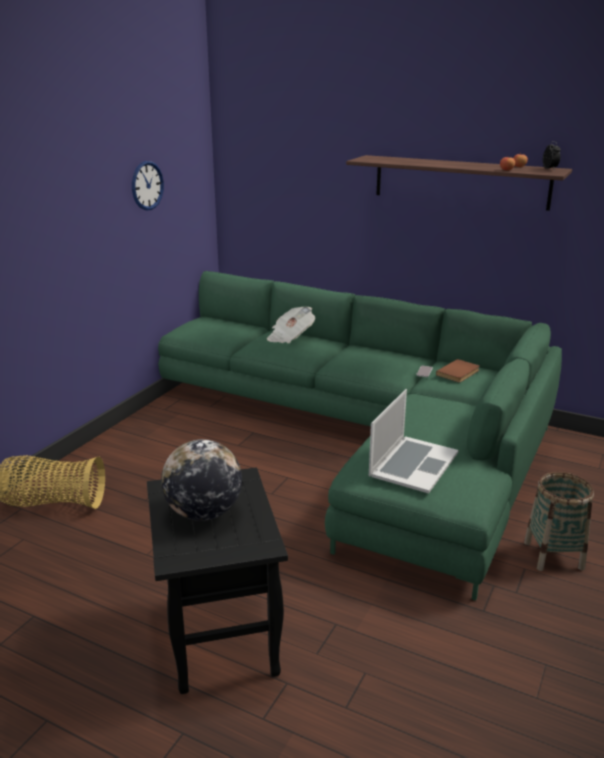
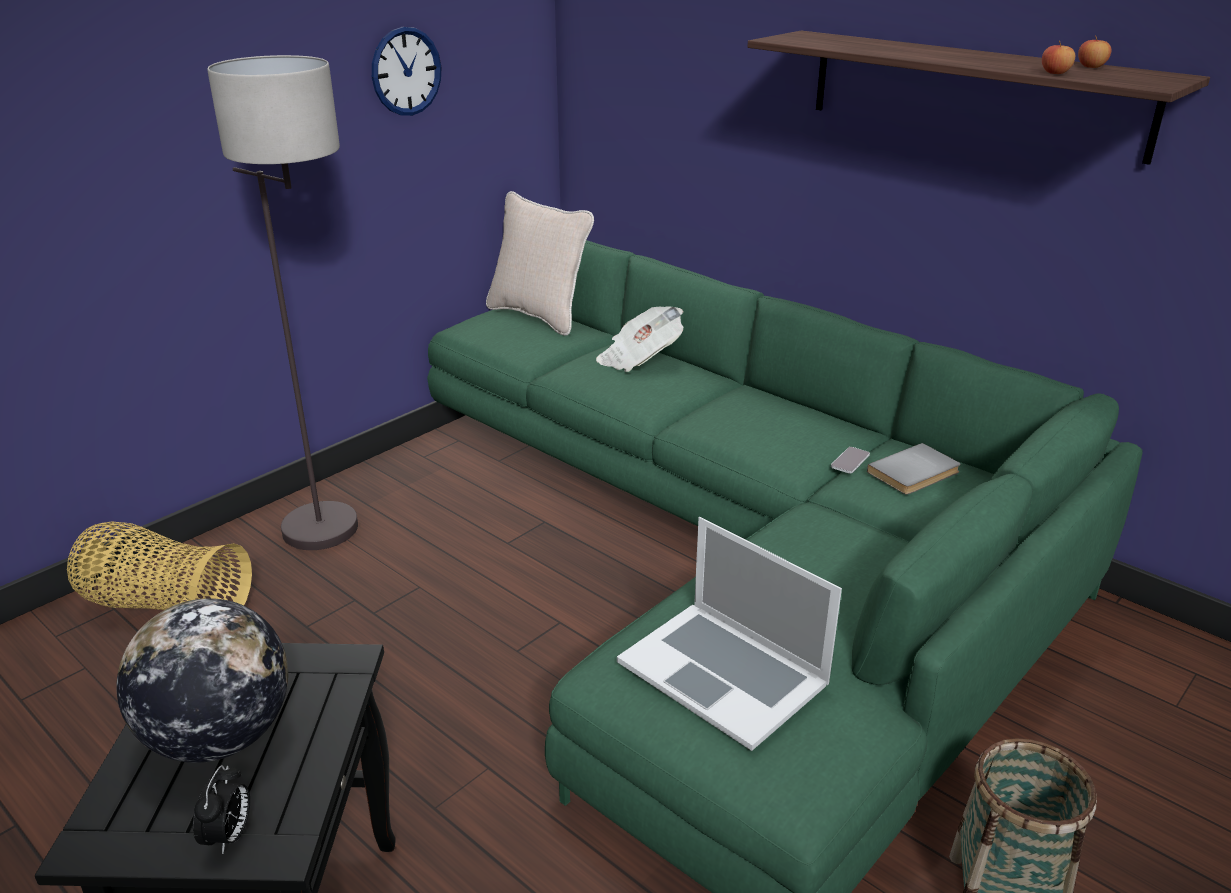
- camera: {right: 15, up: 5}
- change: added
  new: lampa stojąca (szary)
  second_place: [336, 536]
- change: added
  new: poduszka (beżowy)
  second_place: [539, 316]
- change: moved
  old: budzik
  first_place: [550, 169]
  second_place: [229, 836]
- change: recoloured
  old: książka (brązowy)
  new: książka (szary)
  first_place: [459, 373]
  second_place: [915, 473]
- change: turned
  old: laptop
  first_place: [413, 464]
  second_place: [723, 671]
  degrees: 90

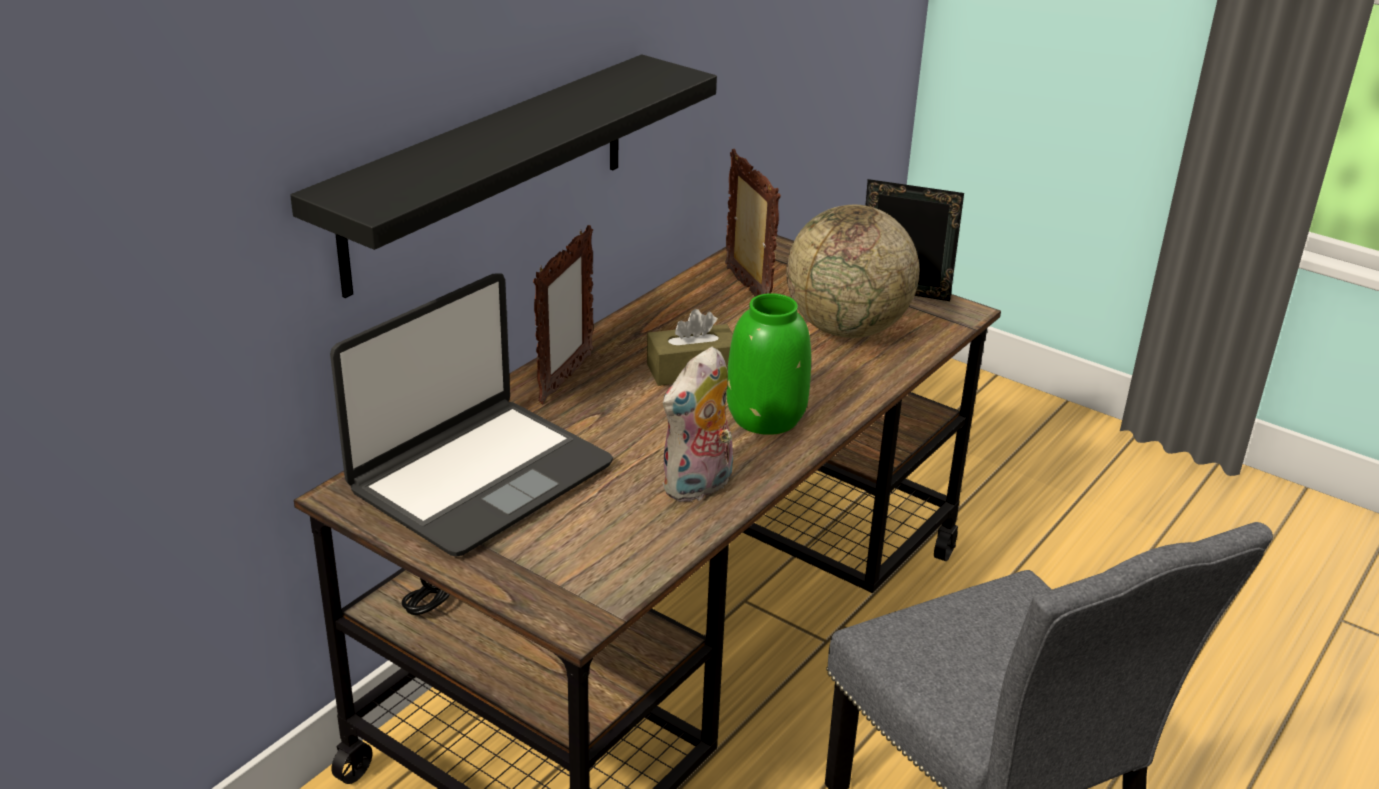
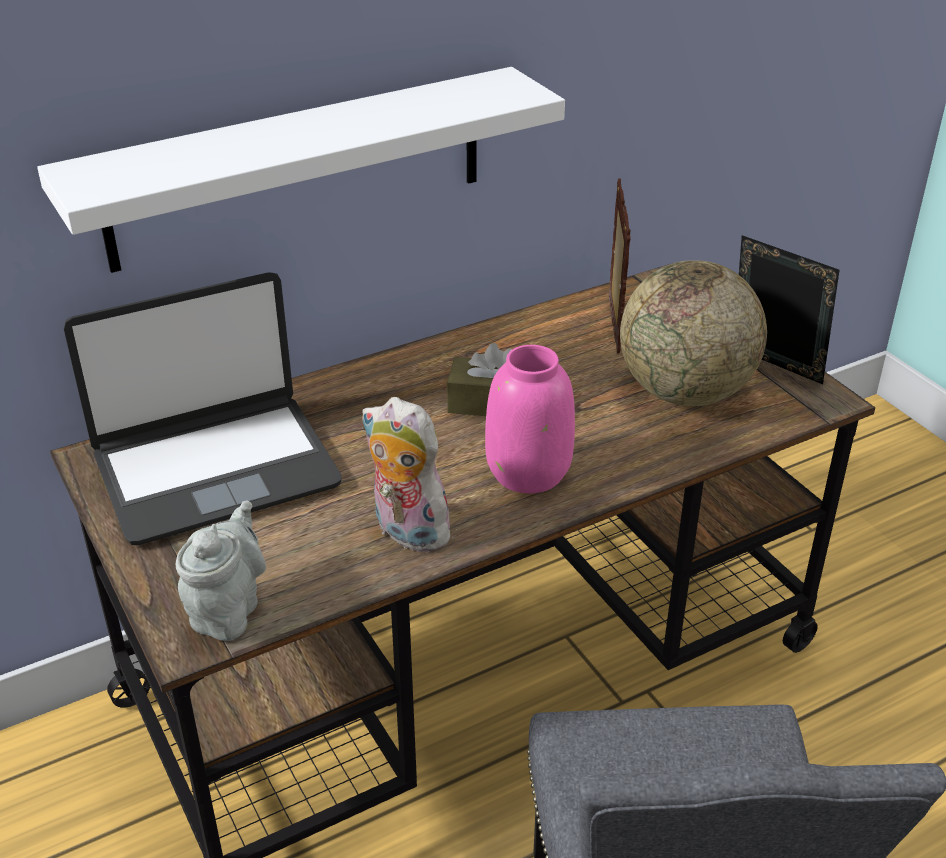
- camera: {right: 25, up: 5}
- change: removed
  old: ramka na zdjęcie
  first_place: [565, 379]
- change: added
  new: imbryk (szary)
  second_place: [228, 609]
- change: recoloured
  old: półka (czarny)
  new: półka (biały)
  first_place: [489, 171]
  second_place: [298, 168]
- change: recoloured
  old: wazon (zielony)
  new: wazon (różowy)
  first_place: [767, 417]
  second_place: [529, 472]
- change: turned
  old: pluszak
  first_place: [698, 487]
  second_place: [406, 532]
  degrees: 60

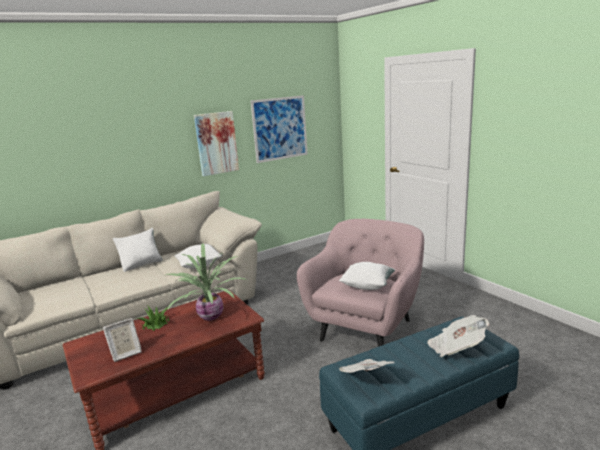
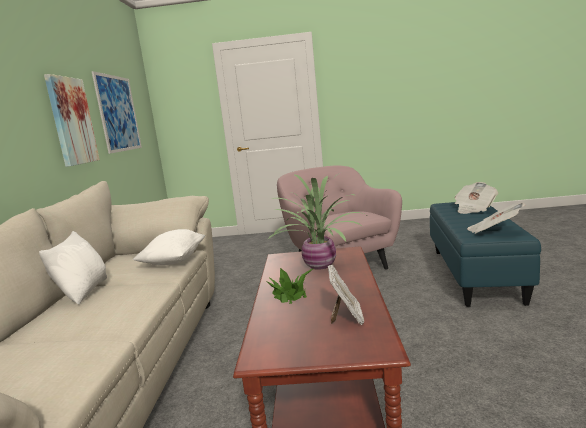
- camera: {right: -55, up: -5}
- change: removed
  old: poduszka (biały)
  first_place: [367, 286]

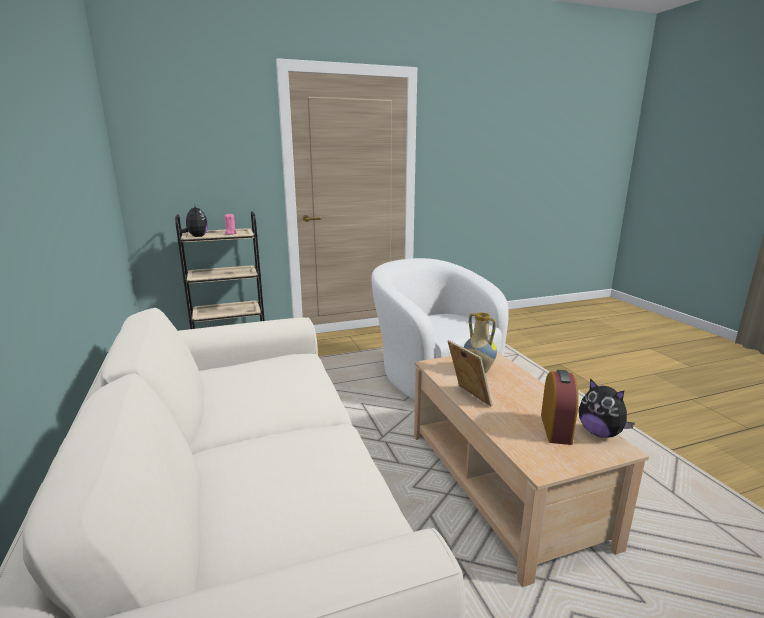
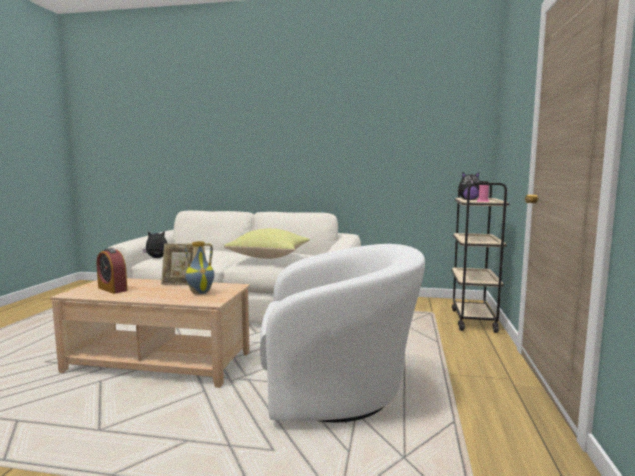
- camera: {right: 120, up: -10}
- change: added
  new: poduszka (żółty)
  second_place: [270, 257]
- change: moved
  old: pluszak
  first_place: [600, 433]
  second_place: [157, 258]

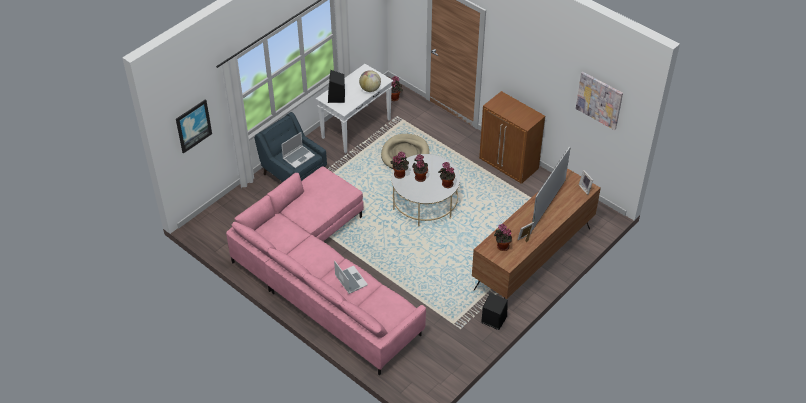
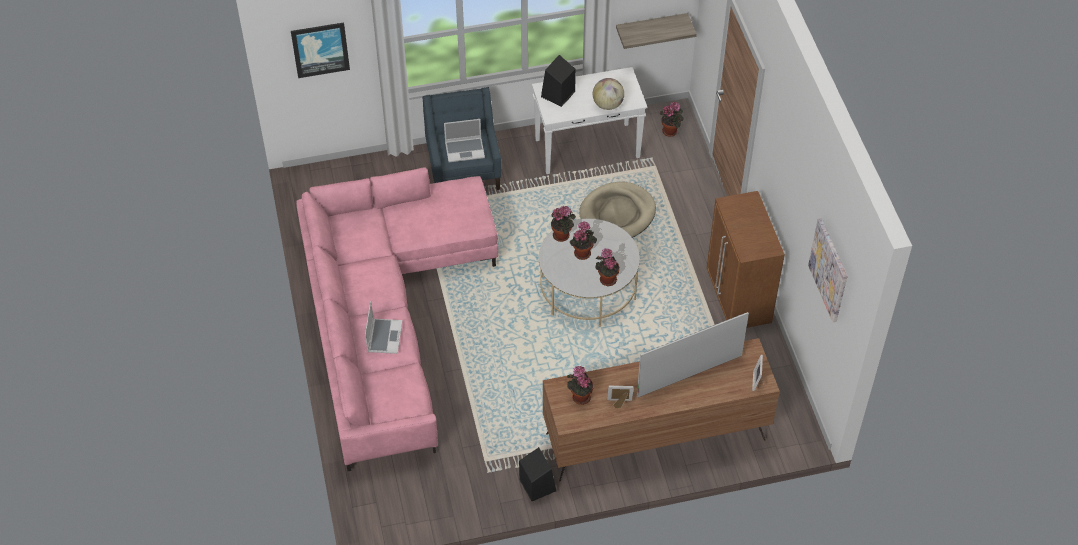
- camera: {right: 35, up: 5}
- change: added
  new: półka
  second_place: [651, 27]

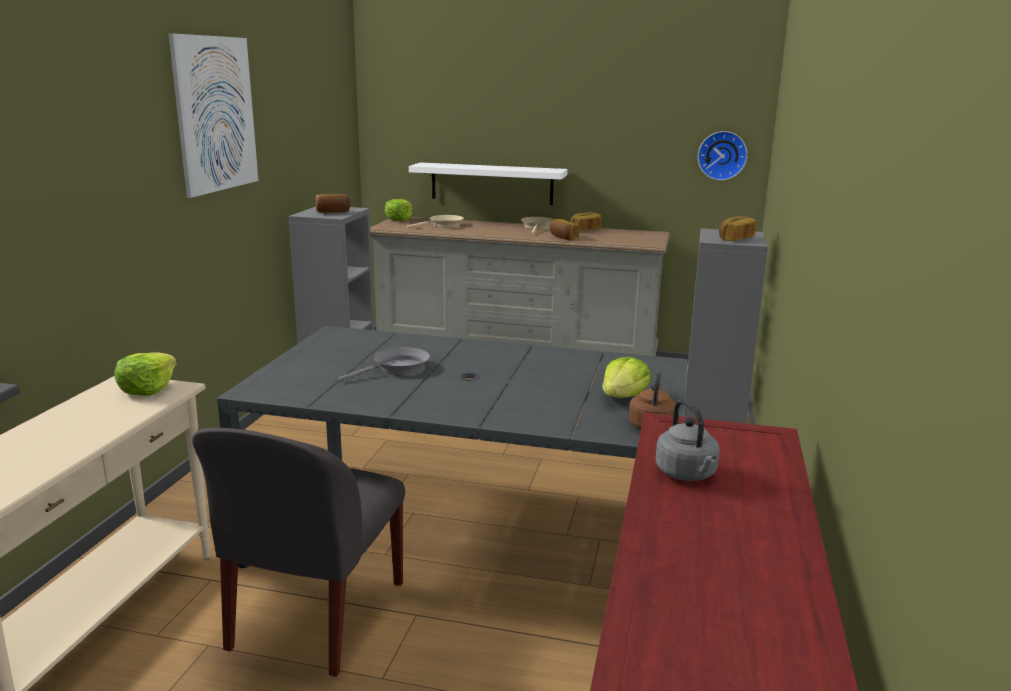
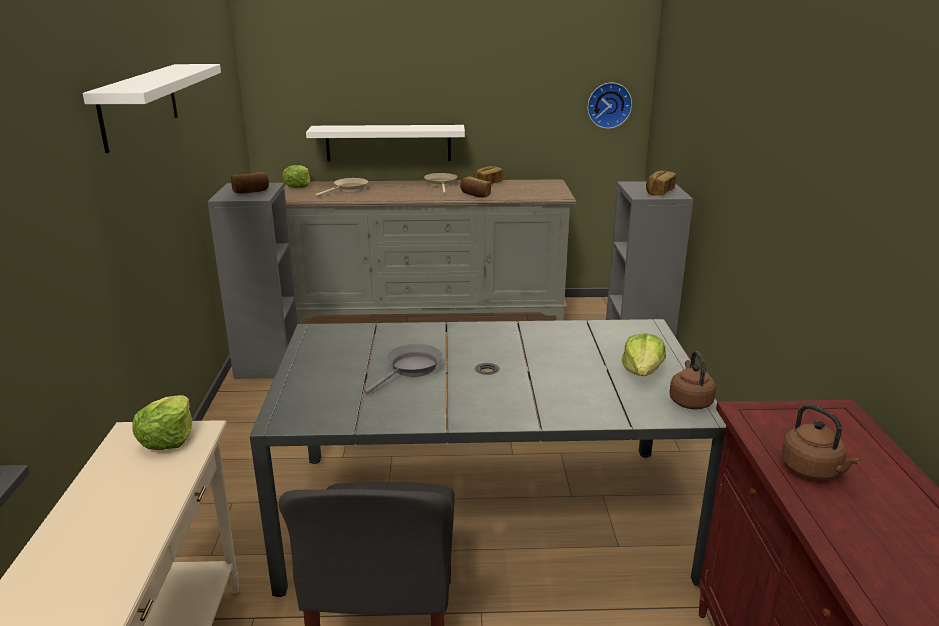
- camera: {right: -15, up: 5}
- change: replaced
  old: obraz
  new: półka (biały)
  first_place: [216, 114]
  second_place: [140, 105]
- change: recoloured
  old: czajnik (szary)
  new: czajnik (brązowy)
  first_place: [687, 474]
  second_place: [813, 470]

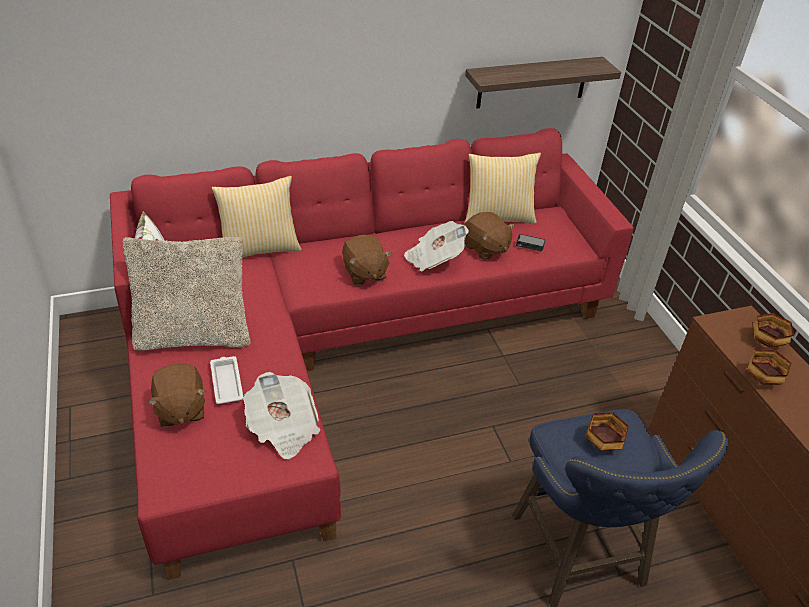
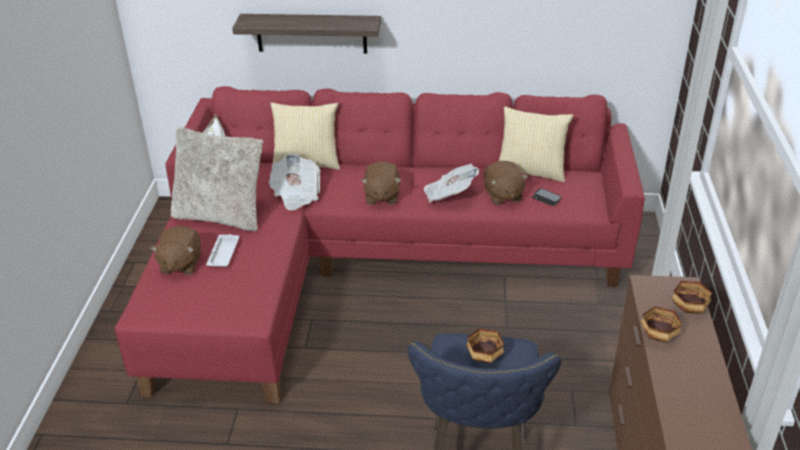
- camera: {right: 25, up: -5}
- change: moved
  old: gazeta
  first_place: [283, 428]
  second_place: [296, 194]
- change: moved
  old: półka
  first_place: [532, 82]
  second_place: [311, 33]

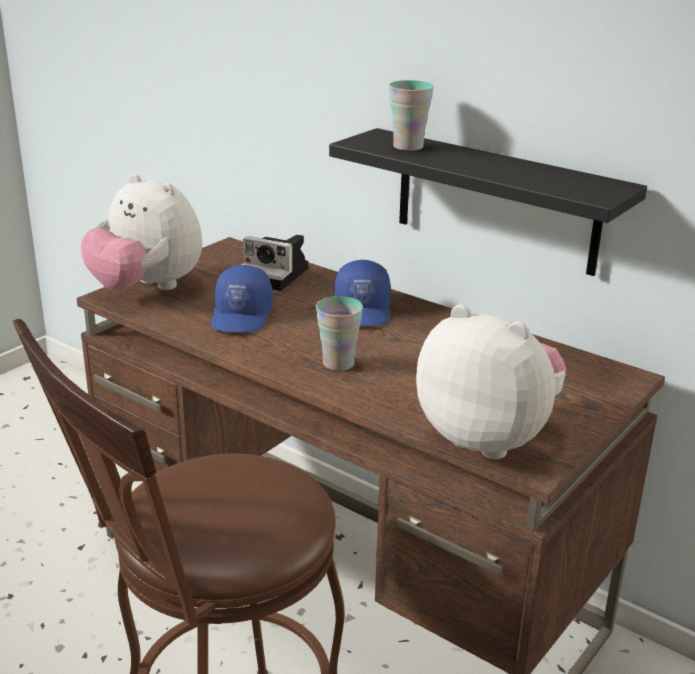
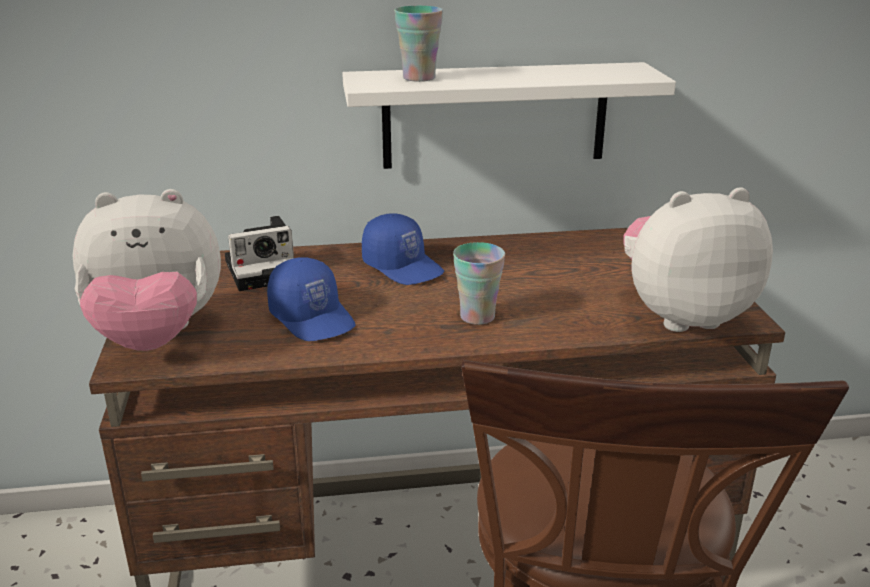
- camera: {right: -45, up: 0}
- change: recoloured
  old: półka (czarny)
  new: półka (biały)
  first_place: [496, 201]
  second_place: [495, 115]

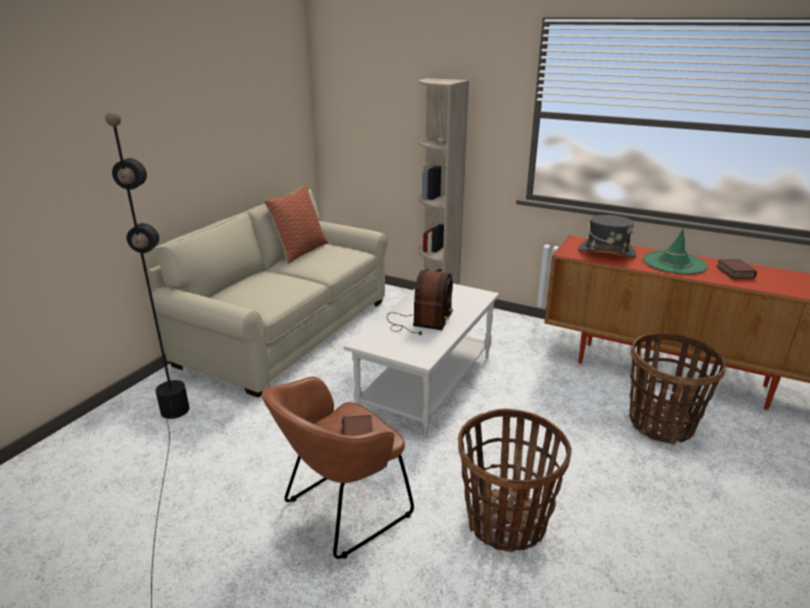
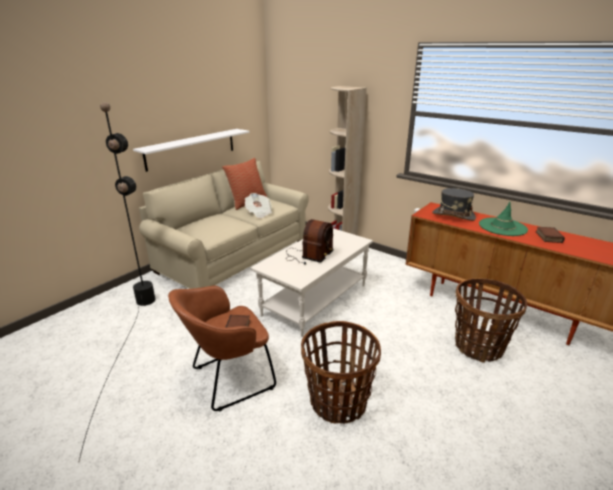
- camera: {right: 10, up: 0}
- change: added
  new: półka (biały)
  second_place: [191, 148]
- change: added
  new: gazeta
  second_place: [259, 213]

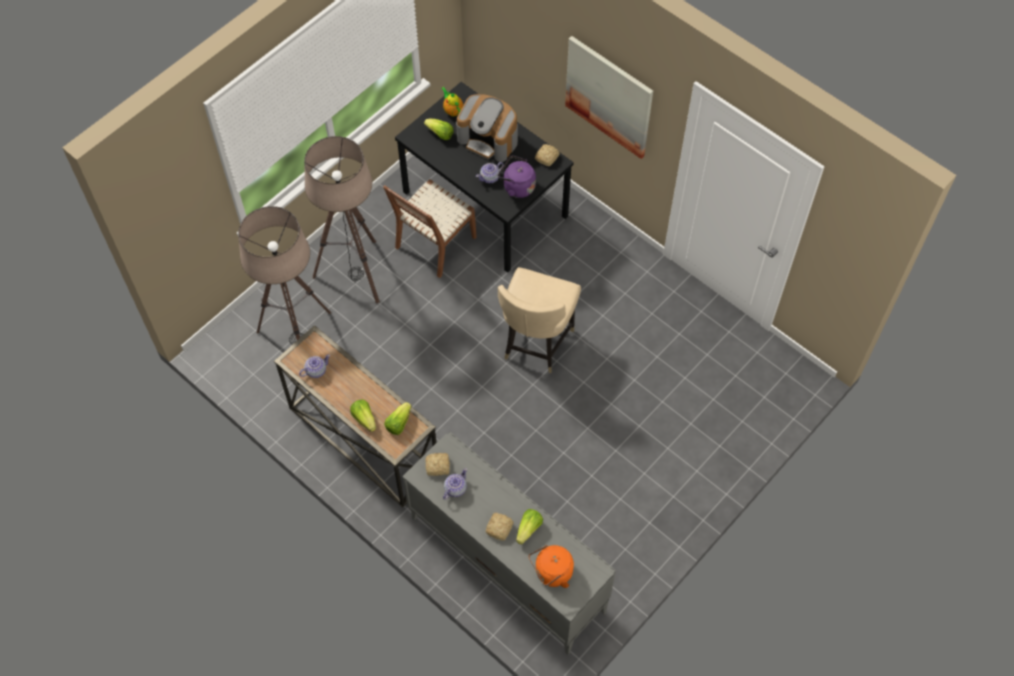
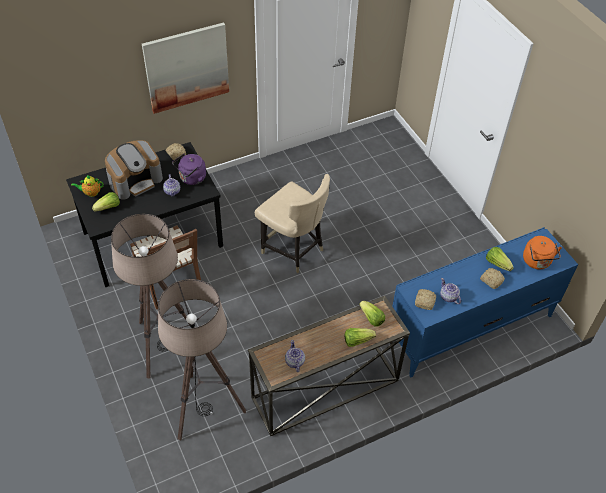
- camera: {right: -70, up: -10}
- change: recoloured
  old: komoda (szary)
  new: komoda (niebieski)
  first_place: [506, 564]
  second_place: [470, 329]

